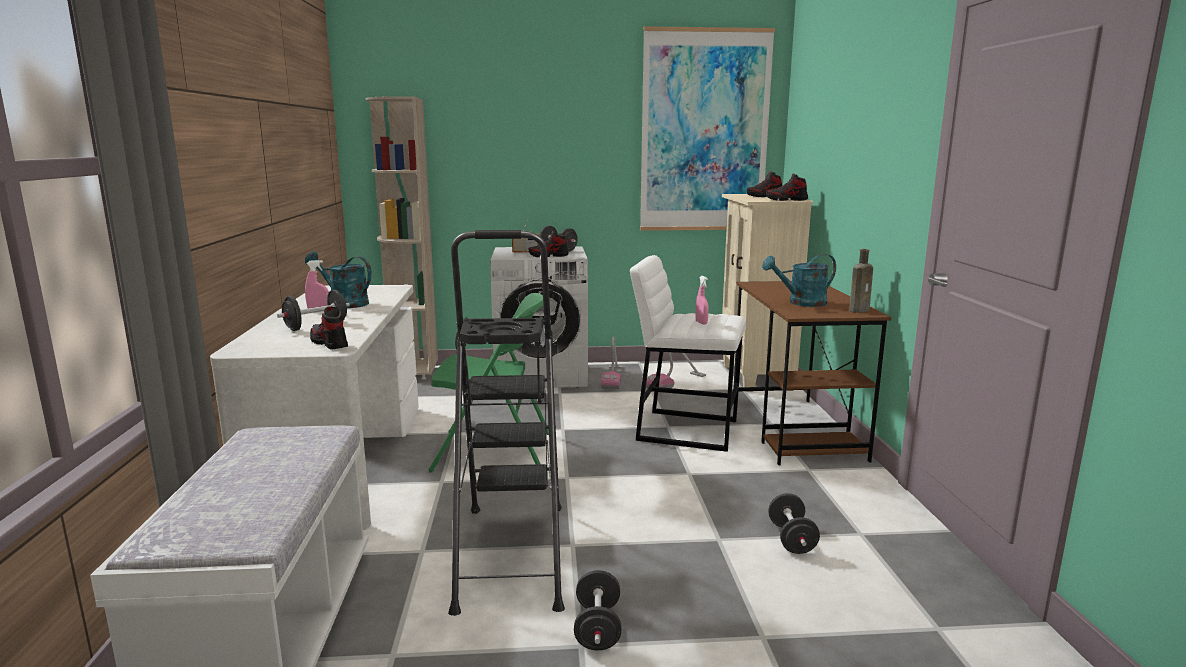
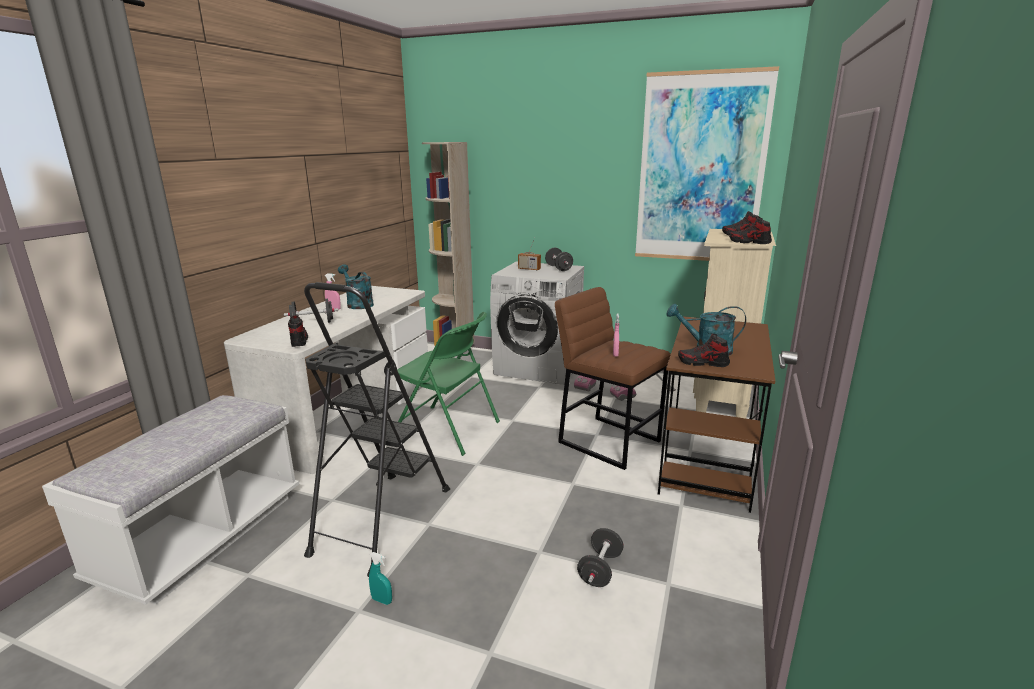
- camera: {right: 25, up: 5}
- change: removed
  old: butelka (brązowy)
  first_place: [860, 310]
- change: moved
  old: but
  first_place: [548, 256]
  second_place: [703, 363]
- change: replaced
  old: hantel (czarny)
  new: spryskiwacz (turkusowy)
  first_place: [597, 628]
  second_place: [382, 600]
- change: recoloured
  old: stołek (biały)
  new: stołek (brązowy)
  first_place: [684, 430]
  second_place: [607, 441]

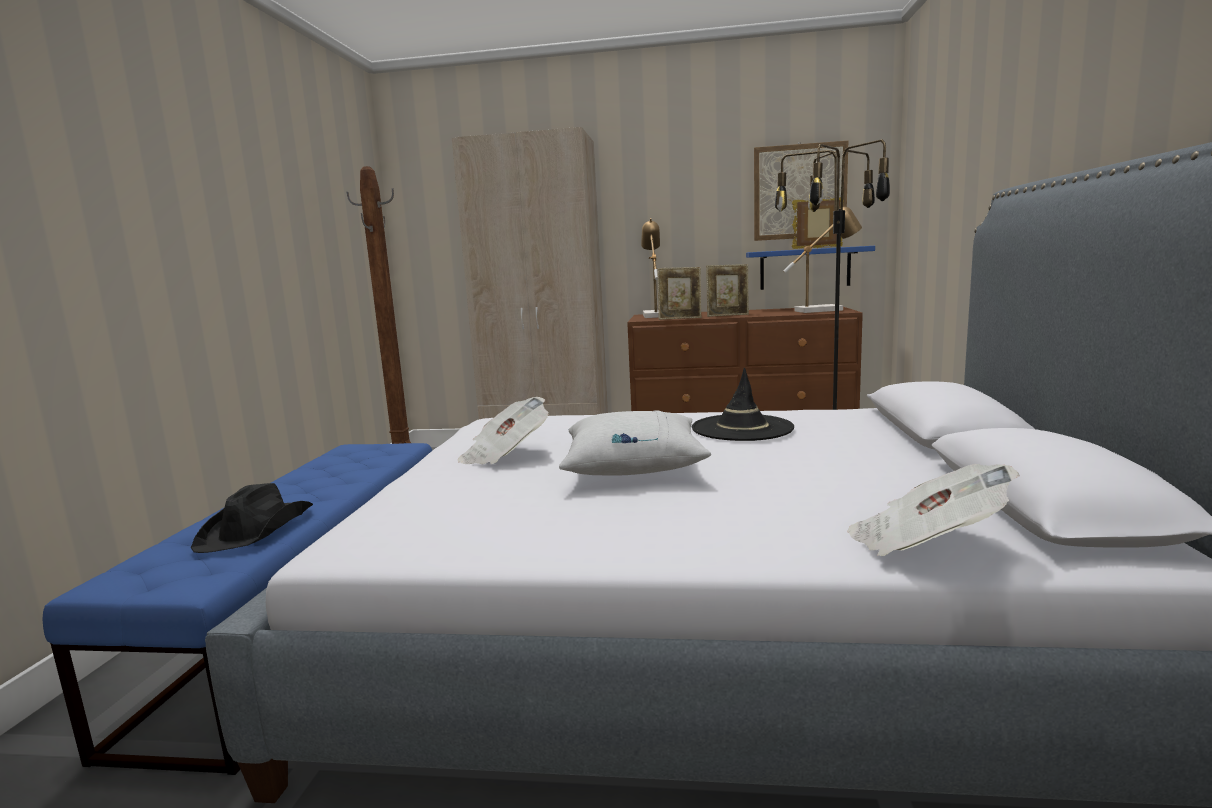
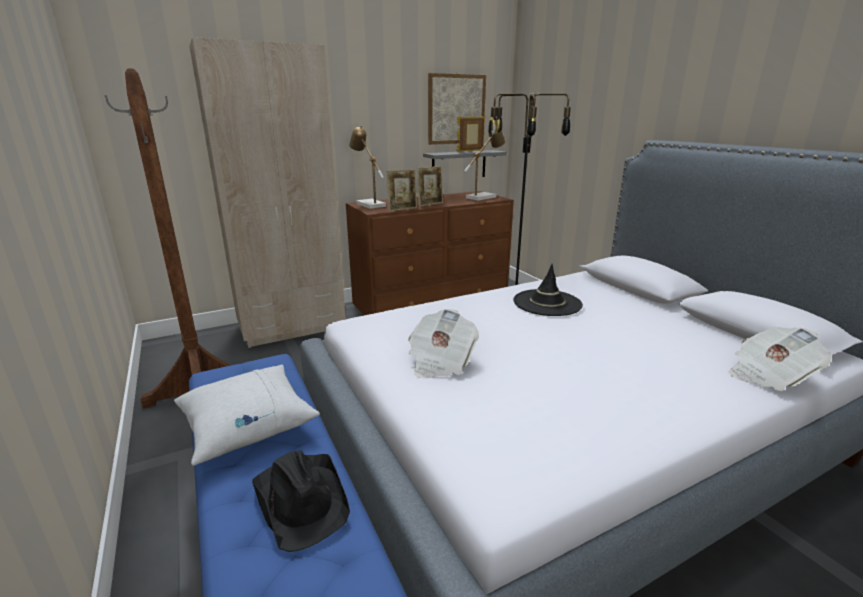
- camera: {right: -35, up: 10}
- change: moved
  old: poduszka (szary)
  first_place: [633, 467]
  second_place: [247, 426]
- change: recoloured
  old: półka (niebieski)
  new: półka (szary)
  first_place: [804, 268]
  second_place: [459, 165]

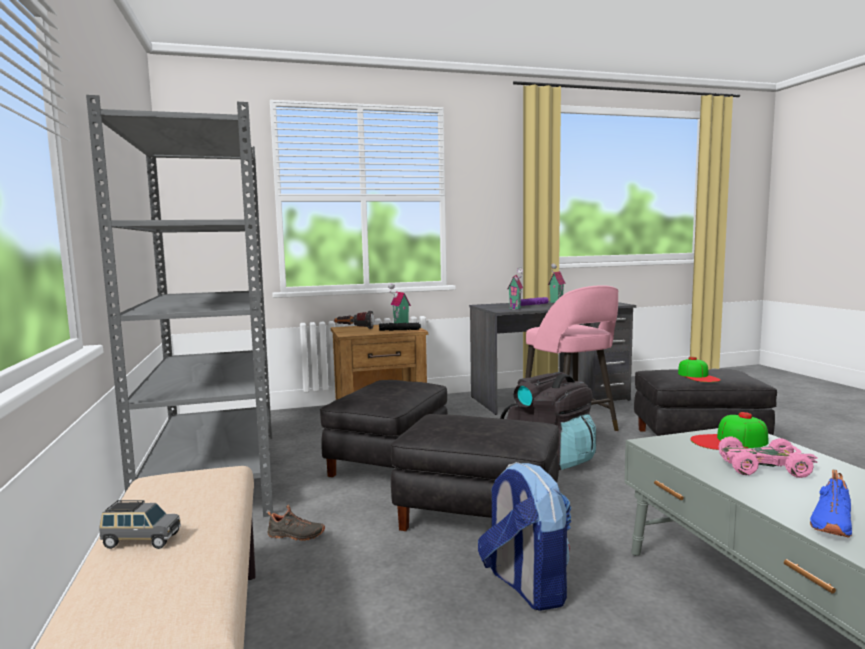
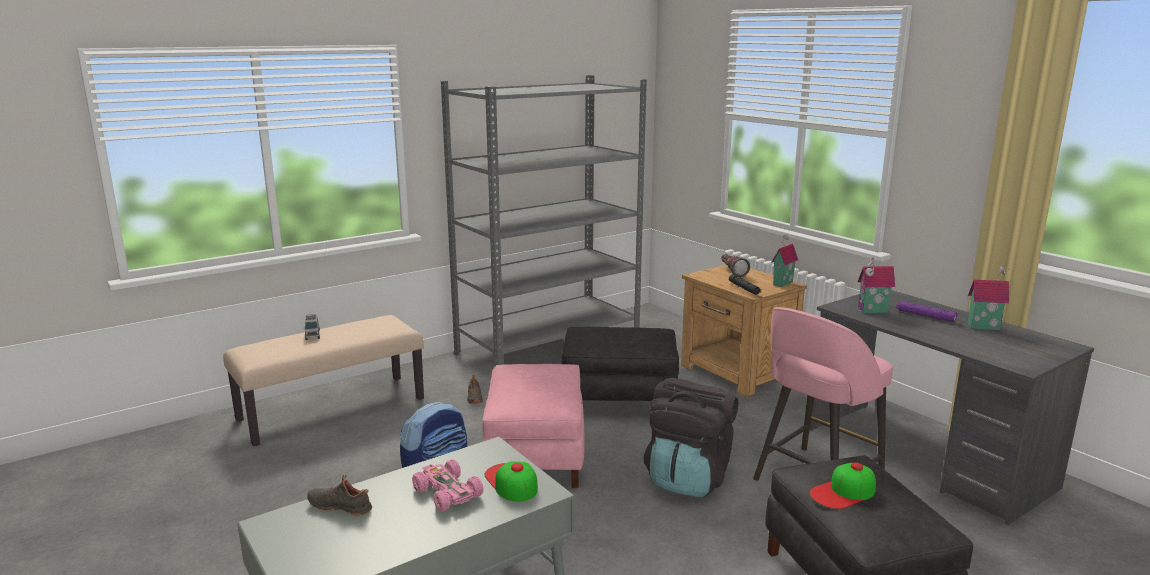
- camera: {right: 70, up: 10}
- change: recoloured
  old: pufa (czarny)
  new: pufa (różowy)
  first_place: [479, 516]
  second_place: [536, 457]
- change: recoloured
  old: but (niebieski)
  new: but (czarny)
  first_place: [830, 522]
  second_place: [341, 506]
- change: turned
  old: samochodzik (różowy)
  first_place: [764, 467]
  second_place: [446, 492]
  degrees: 150

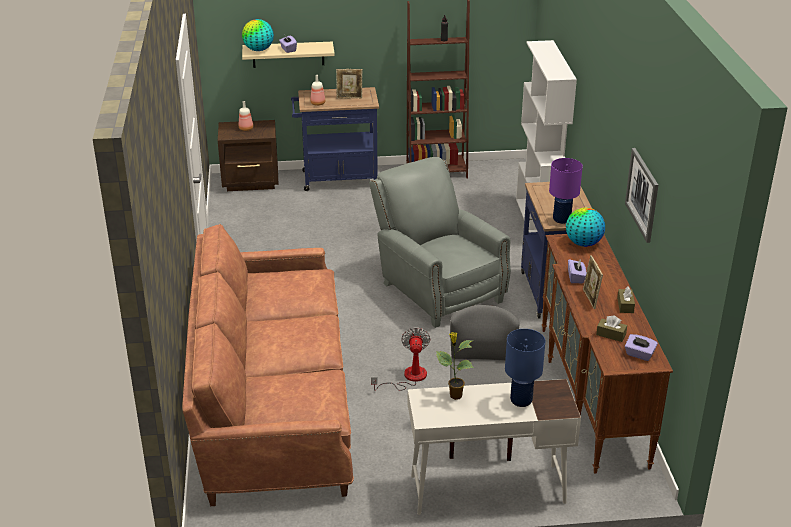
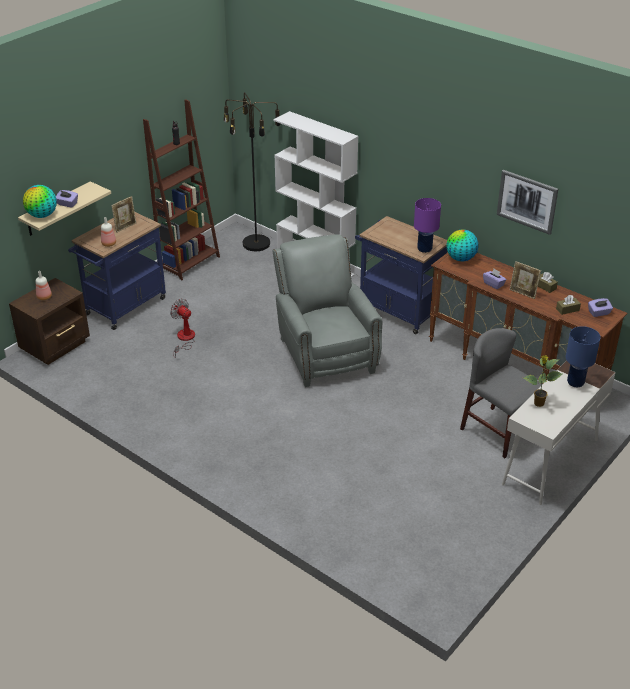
- camera: {right: -45, up: 5}
- change: removed
  old: kanapa (brązowy)
  first_place: [272, 400]
- change: added
  new: lampa stojąca
  second_place: [255, 244]
- change: moved
  old: wentylator
  first_place: [408, 377]
  second_place: [184, 339]
- change: turned
  old: fotel (szary)
  first_place: [437, 288]
  second_place: [325, 350]
  degrees: 60

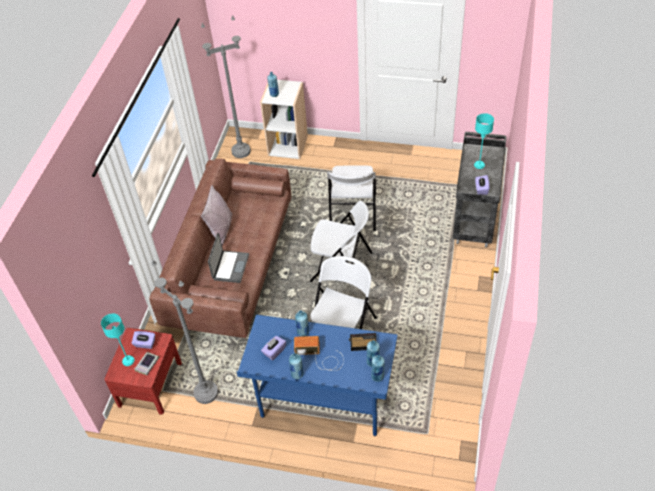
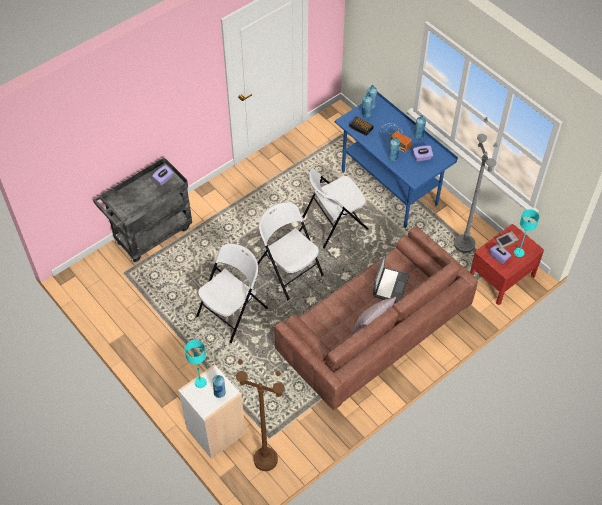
- camera: {right: -145, up: 5}
- change: moved
  old: lampa stołowa (turkusowy)
  first_place: [479, 165]
  second_place: [200, 382]
- change: recoloured
  old: lampa stojąca (szary)
  new: lampa stojąca (brązowy)
  first_place: [241, 151]
  second_place: [266, 459]
- change: turned
  old: laptop
  first_place: [230, 267]
  second_place: [390, 285]
  degrees: 150

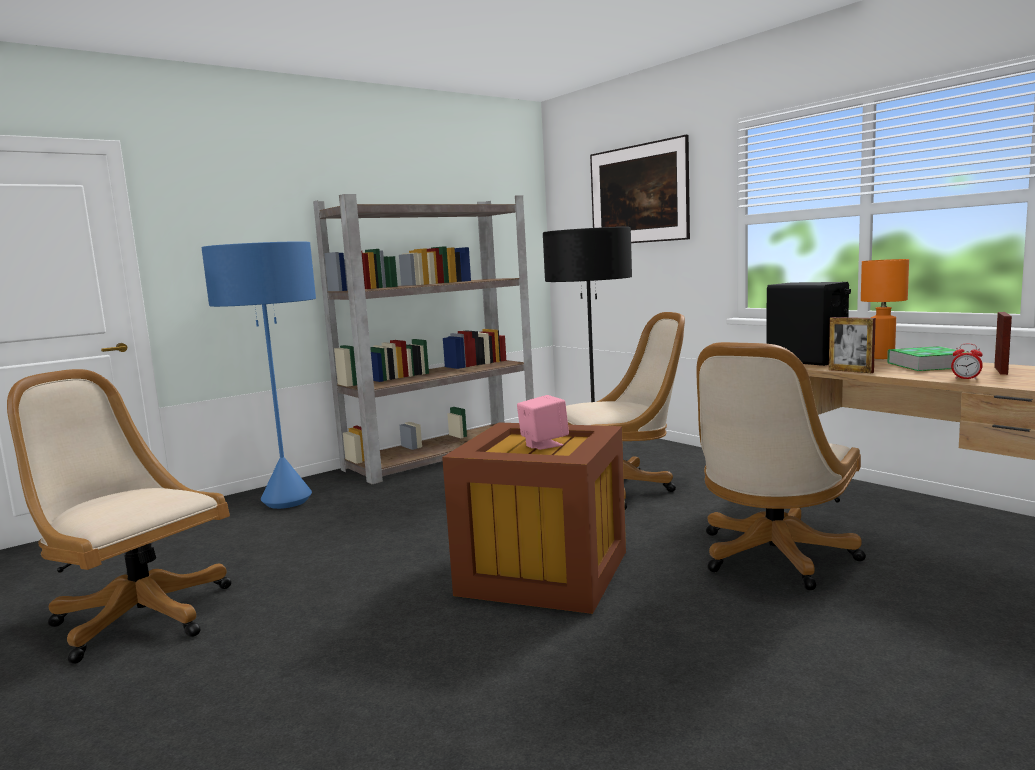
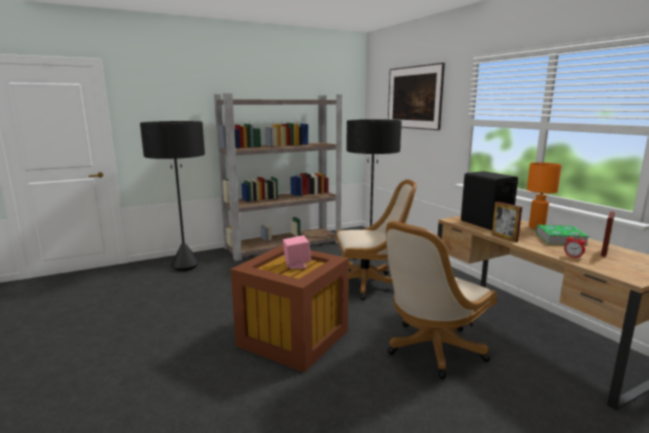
- camera: {right: 10, up: 5}
- change: removed
  old: krzesło biurowe
  first_place: [135, 614]
- change: recoloured
  old: lampa stojąca (niebieski)
  new: lampa stojąca (czarny)
  first_place: [287, 502]
  second_place: [185, 266]

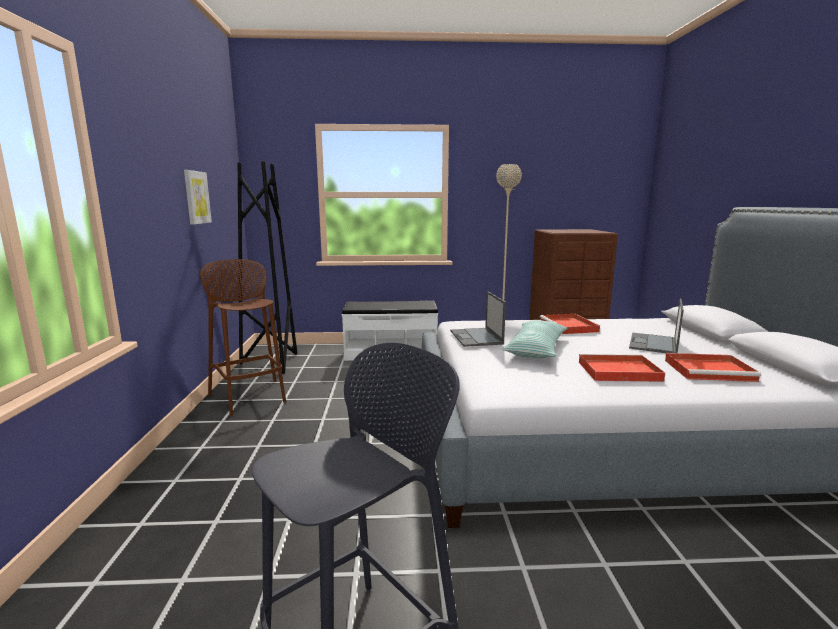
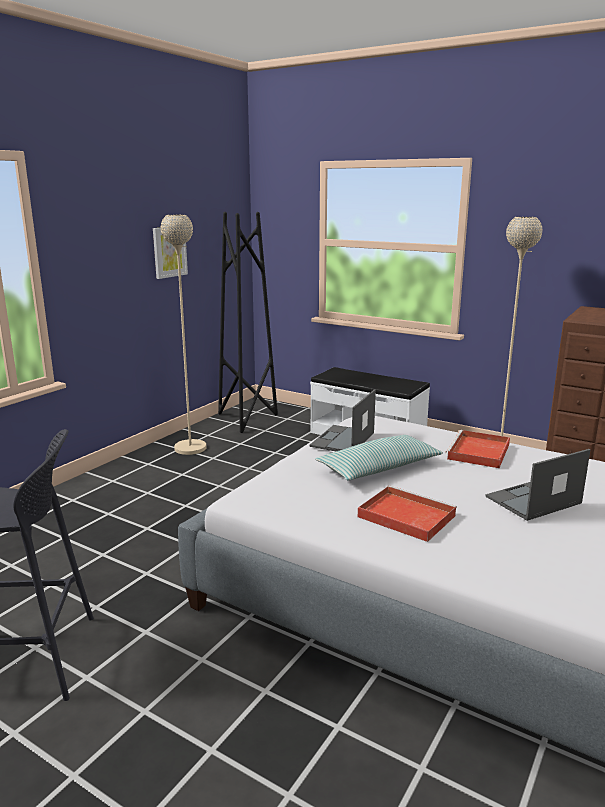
- camera: {right: 35, up: 5}
- change: removed
  old: taca (czerwony)
  first_place: [710, 370]
- change: replaced
  old: stołek (brązowy)
  new: lampa stojąca (beżowy)
  first_place: [250, 397]
  second_place: [190, 448]

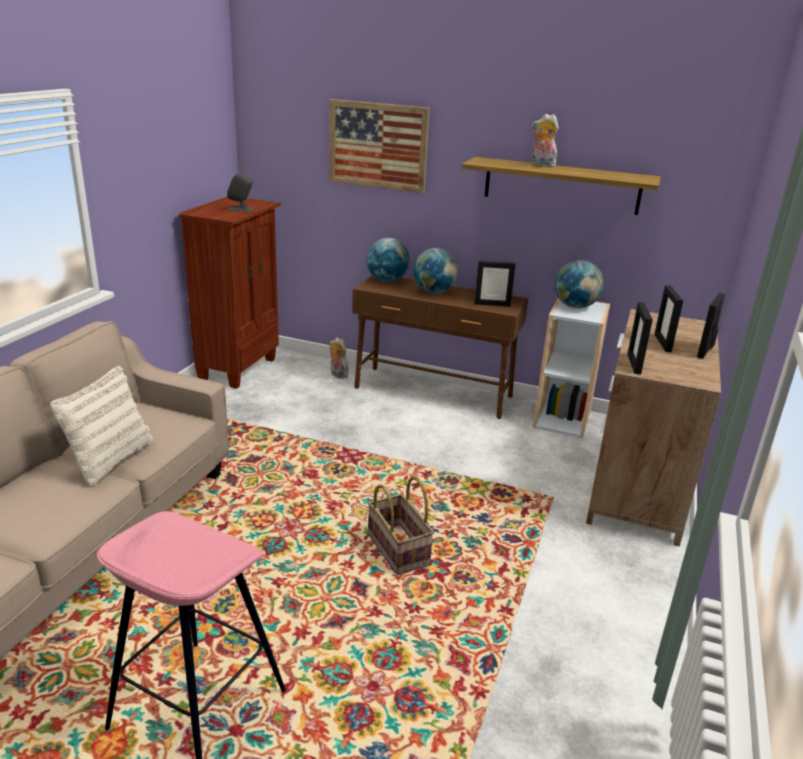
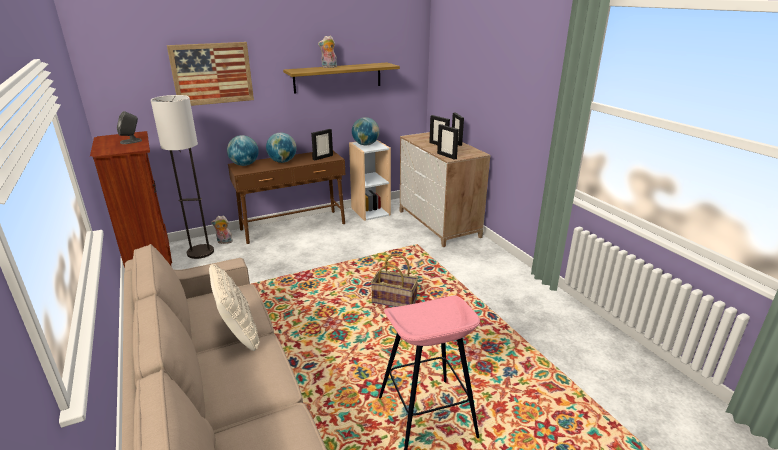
- camera: {right: -45, up: 0}
- change: added
  new: lampa stojąca
  second_place: [200, 252]

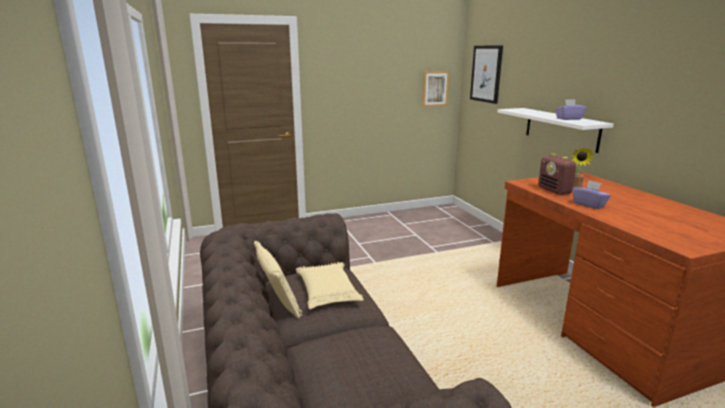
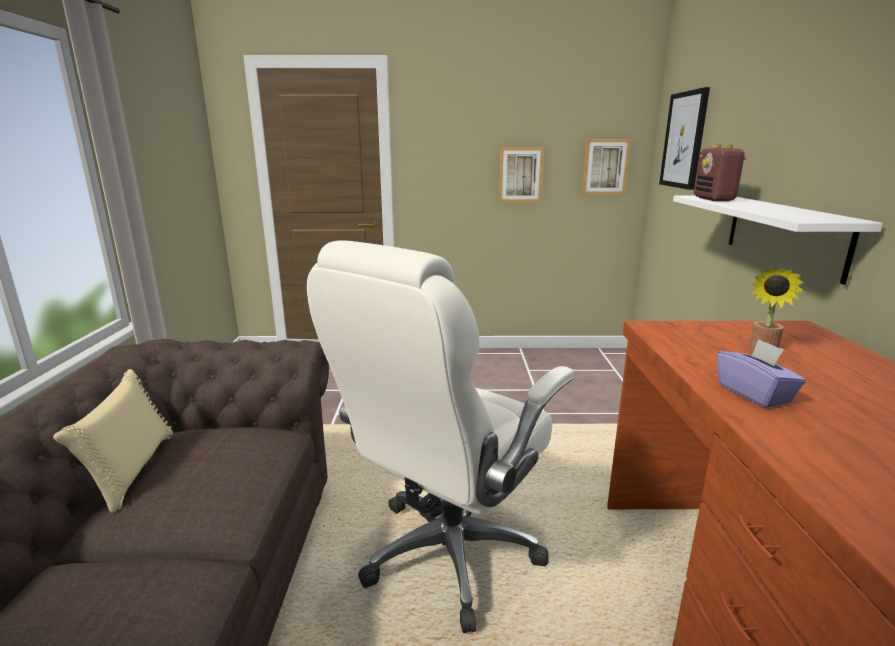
- camera: {right: 20, up: 0}
- change: removed
  old: poduszka (beżowy)
  first_place: [327, 289]
- change: removed
  old: pudełko chusteczek (fioletowy)
  first_place: [568, 119]
- change: added
  new: krzesło biurowe (biały)
  second_place: [448, 554]
- change: added
  new: obraz
  second_place: [520, 175]
- change: moved
  old: radio
  first_place: [554, 191]
  second_place: [714, 199]

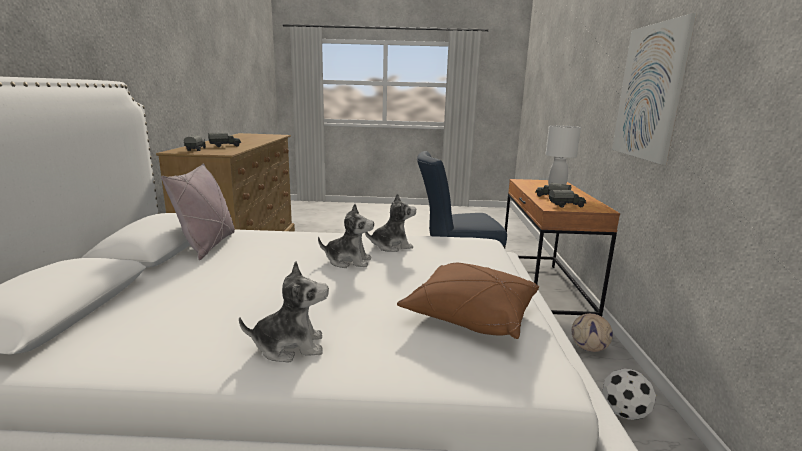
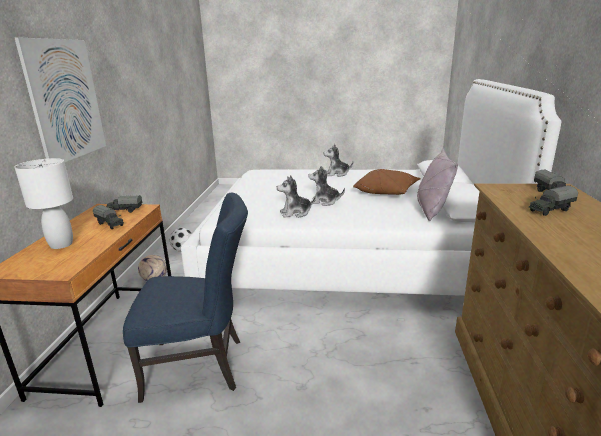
- camera: {right: -175, up: 5}
- change: moved
  old: poduszka (brązowy)
  first_place: [470, 316]
  second_place: [386, 192]

